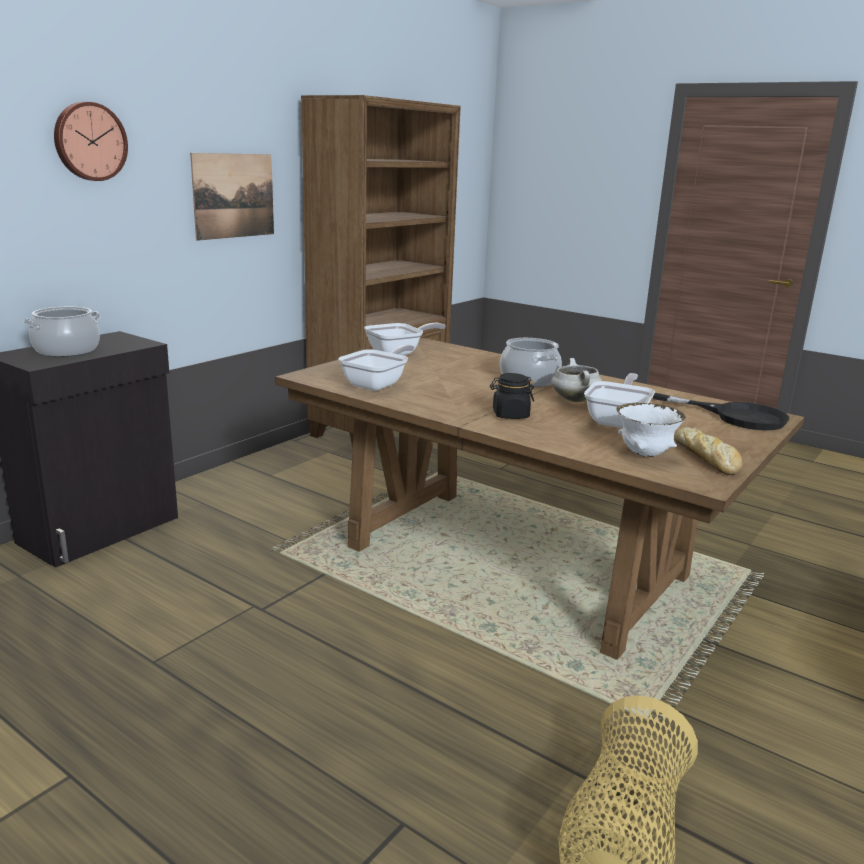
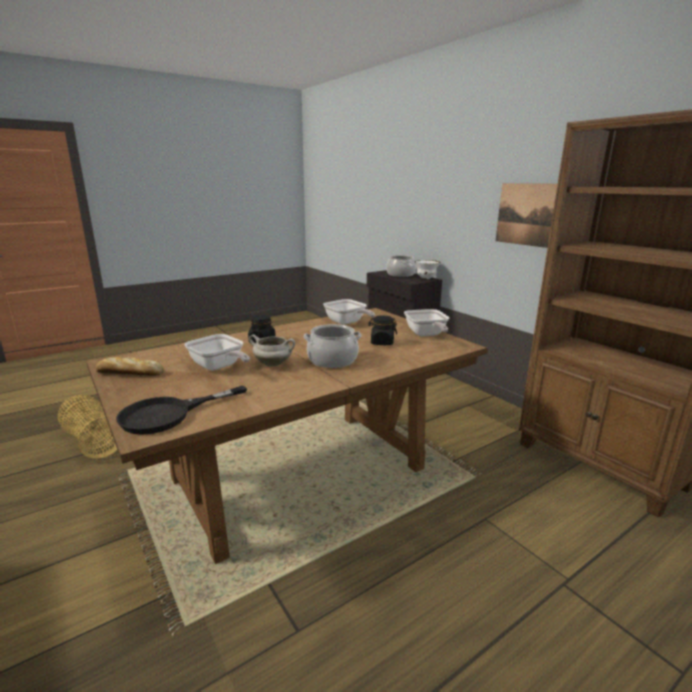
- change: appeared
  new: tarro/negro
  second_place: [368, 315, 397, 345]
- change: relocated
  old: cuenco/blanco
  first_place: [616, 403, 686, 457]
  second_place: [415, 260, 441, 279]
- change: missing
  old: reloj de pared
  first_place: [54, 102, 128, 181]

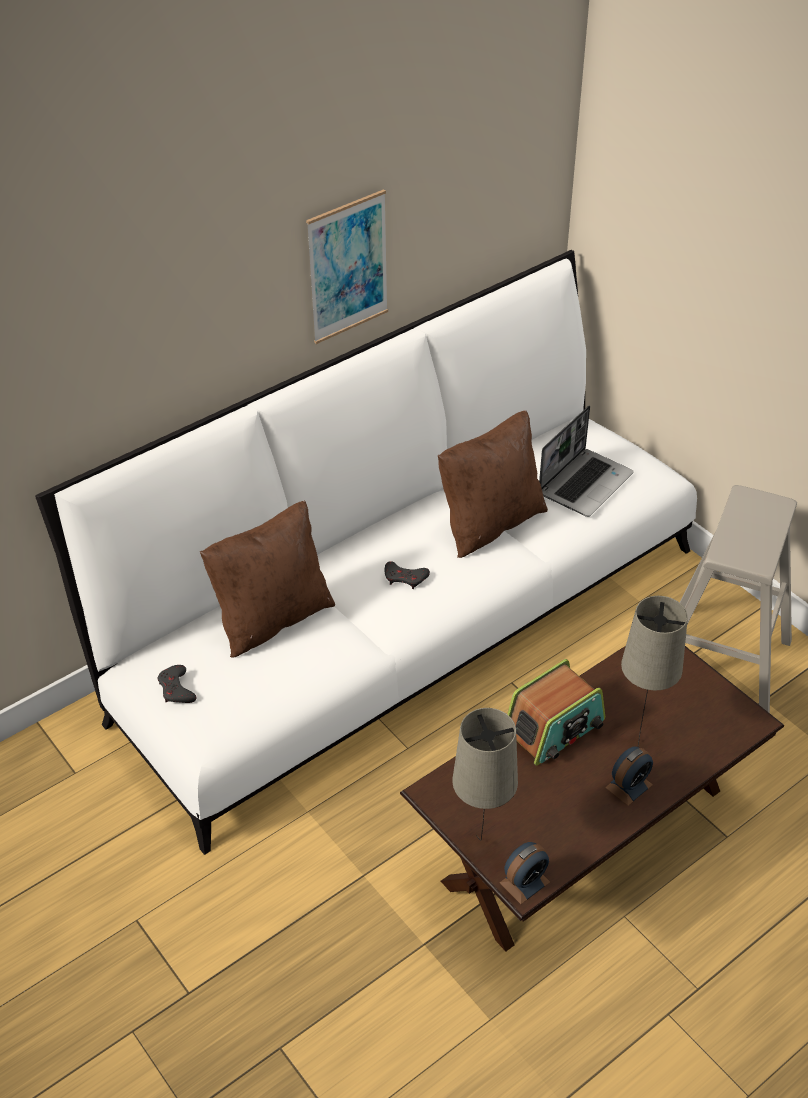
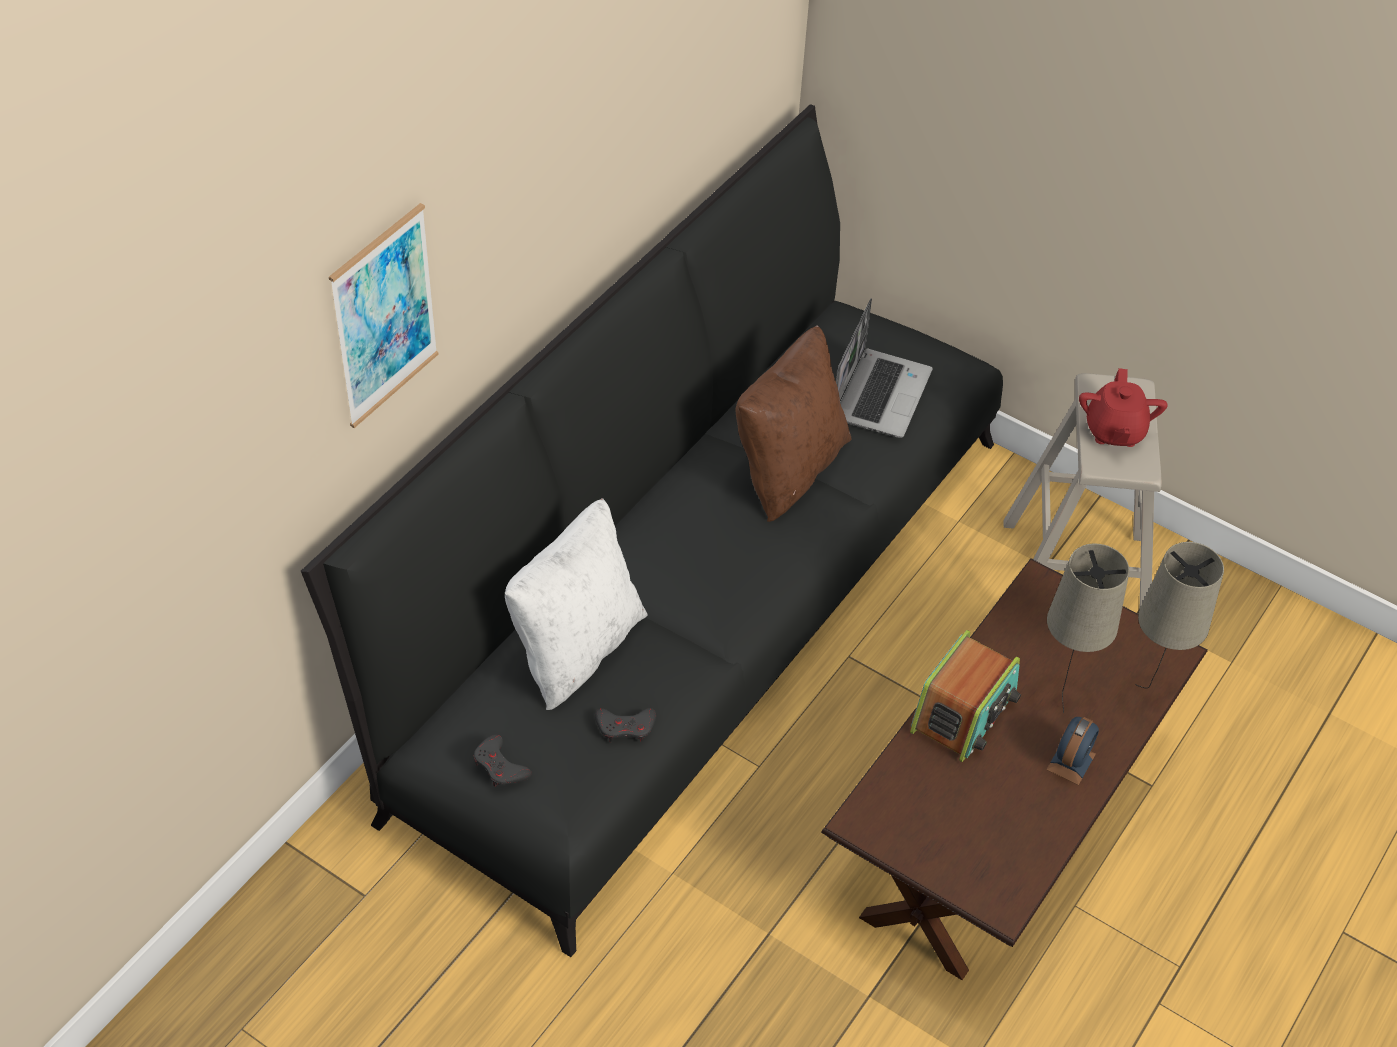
- change: colour
  old: sofá/blanco
  new: sofá/negro
  first_place: [35, 250, 697, 855]
  second_place: [301, 104, 1003, 957]
- change: relocated
  old: cuadro
  first_place: [306, 189, 388, 344]
  second_place: [329, 203, 439, 428]
- change: colour
  old: cojín/marrón
  new: cojín/blanco
  first_place: [200, 501, 335, 658]
  second_place: [505, 498, 647, 710]
- change: relocated
  old: mando de consola/gris
  first_place: [385, 561, 430, 589]
  second_place: [595, 708, 656, 742]
- change: appeared
  new: tetera/rojo
  second_place: [1079, 368, 1168, 447]
- change: relocated
  old: lámpara de mesa/beis
  first_place: [452, 708, 518, 840]
  second_place: [1135, 542, 1224, 688]
- change: missing
  old: despertador
  first_place: [500, 842, 550, 904]

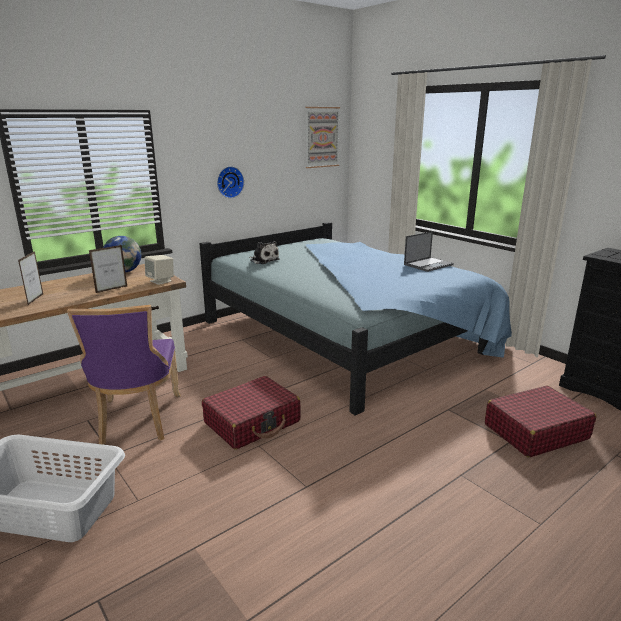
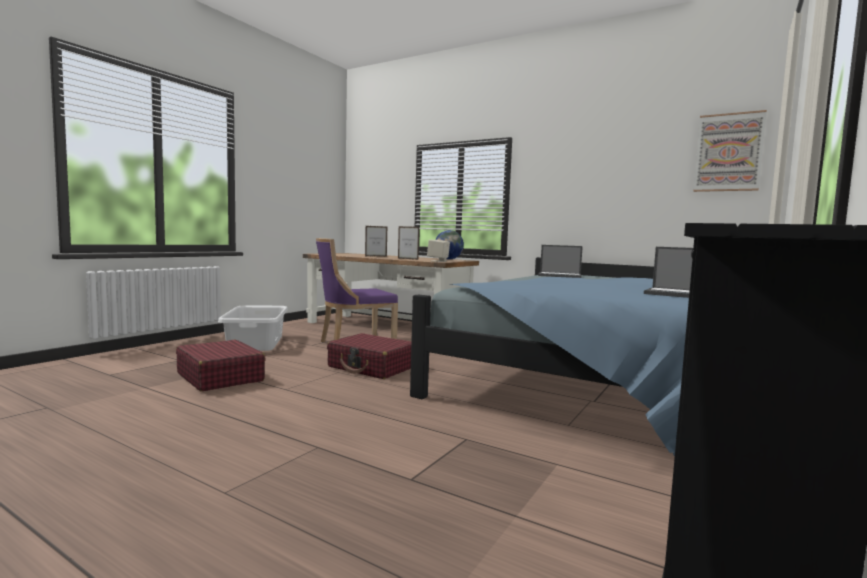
- change: relocated
  old: maleta/rojo
  first_place: [485, 385, 596, 457]
  second_place: [176, 340, 266, 392]
- change: exchanged
  old: peluche
  new: portátil
  first_place: [249, 241, 280, 264]
  second_place: [538, 245, 583, 278]
- change: missing
  old: reloj de pared
  first_place: [217, 166, 244, 198]

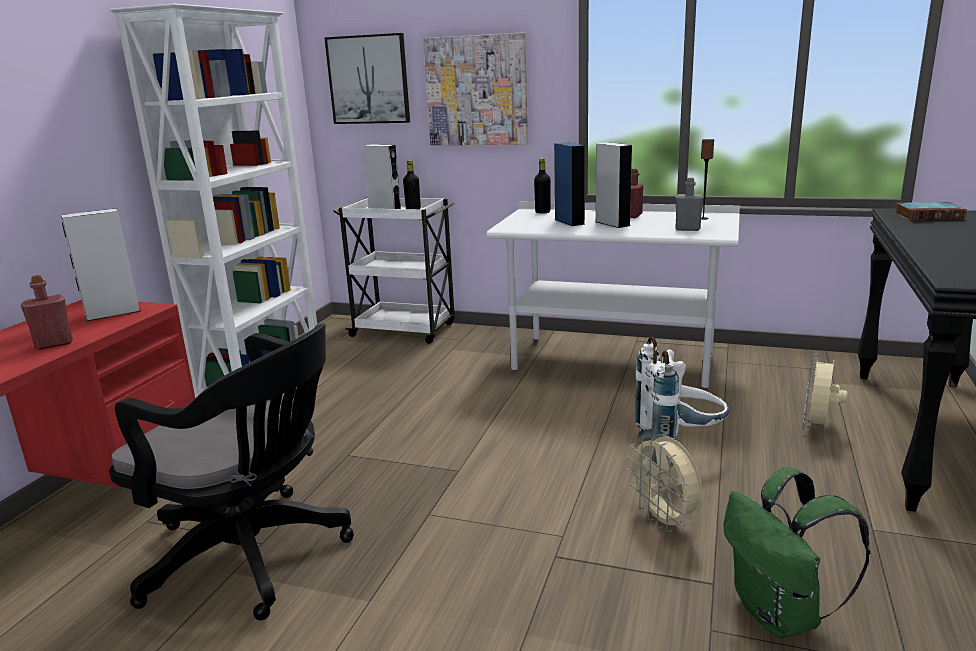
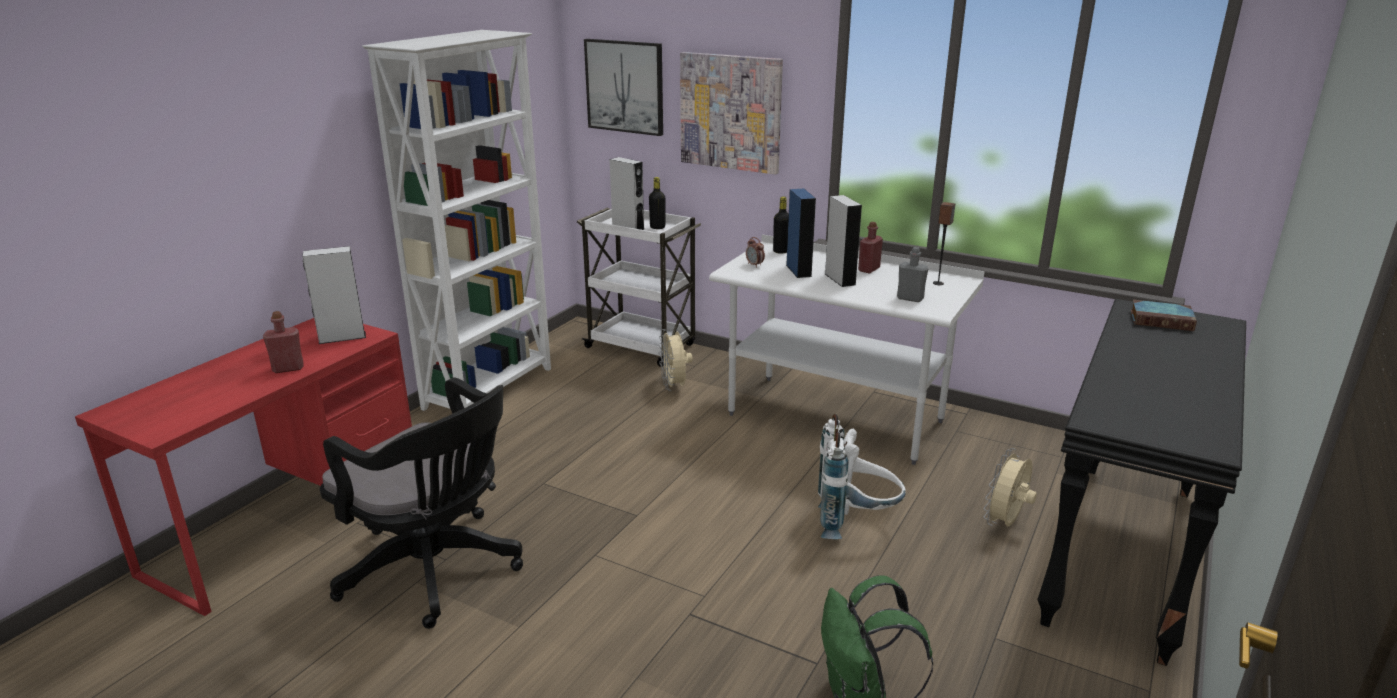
- change: relocated
  old: ventilador/beis
  first_place: [627, 435, 703, 532]
  second_place: [658, 329, 693, 391]
- change: appeared
  new: despertador
  second_place: [746, 237, 765, 267]

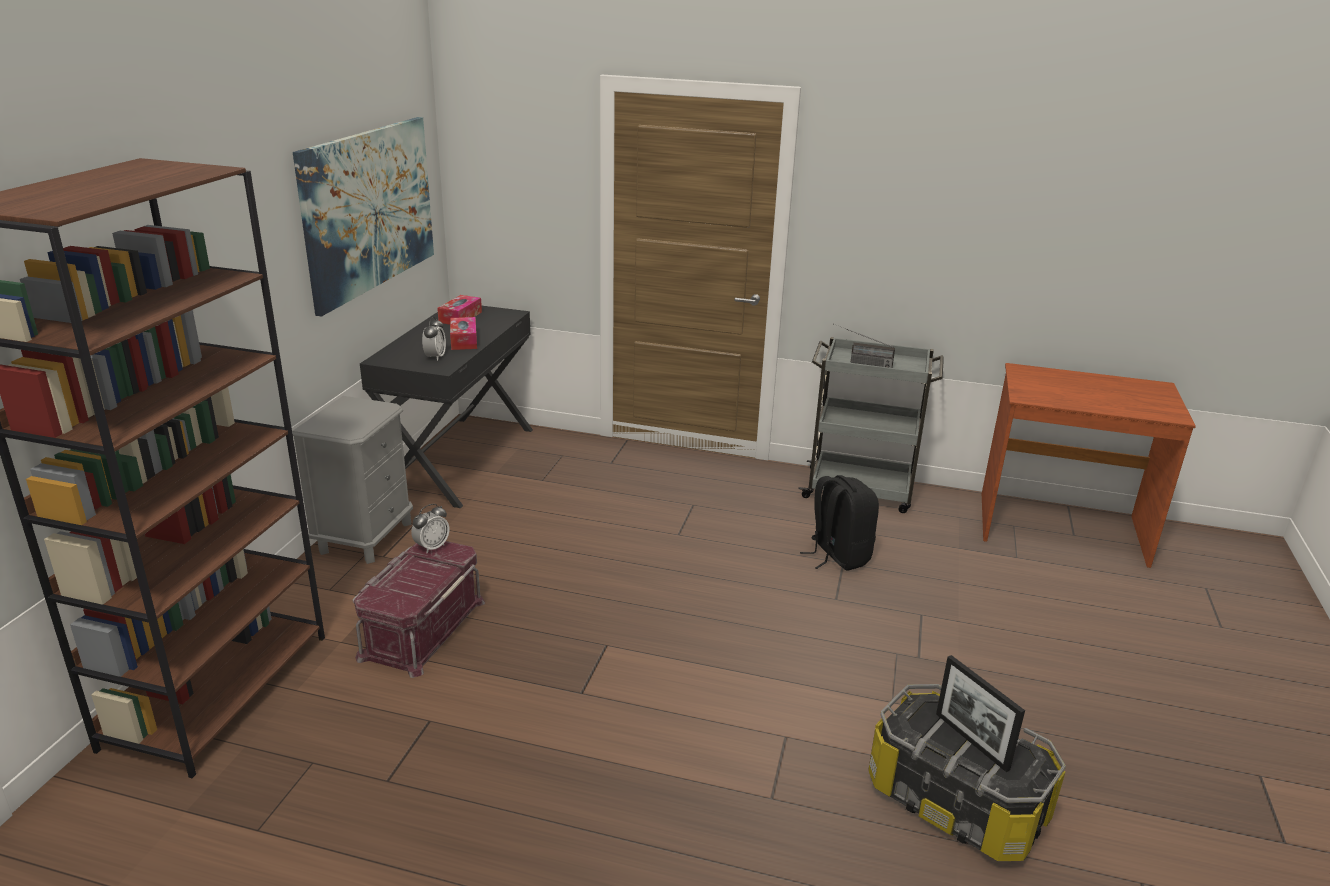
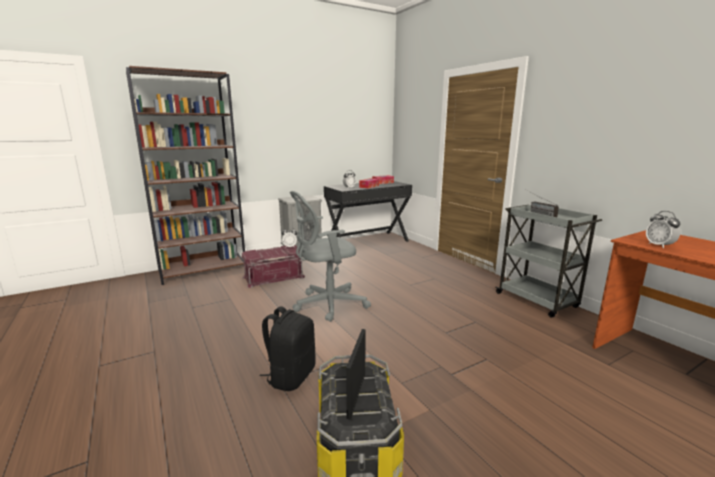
- change: relocated
  old: mochila/negro
  first_place: [800, 475, 879, 571]
  second_place: [260, 306, 316, 391]
- change: appeared
  new: silla de oficina/gris
  second_place: [290, 191, 371, 322]
- change: appeared
  new: despertador
  second_place: [646, 211, 681, 248]
- change: missing
  old: cuadro
  first_place: [293, 117, 434, 317]

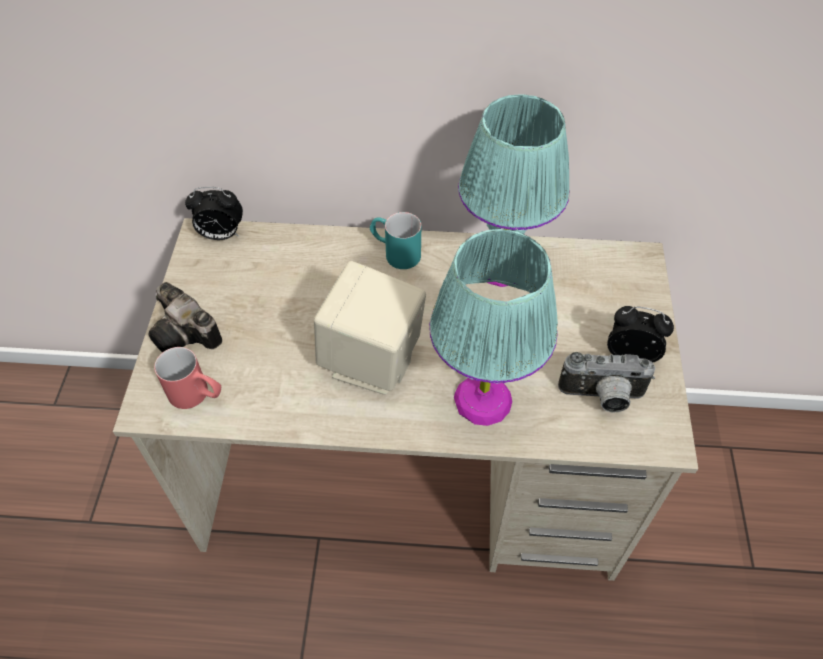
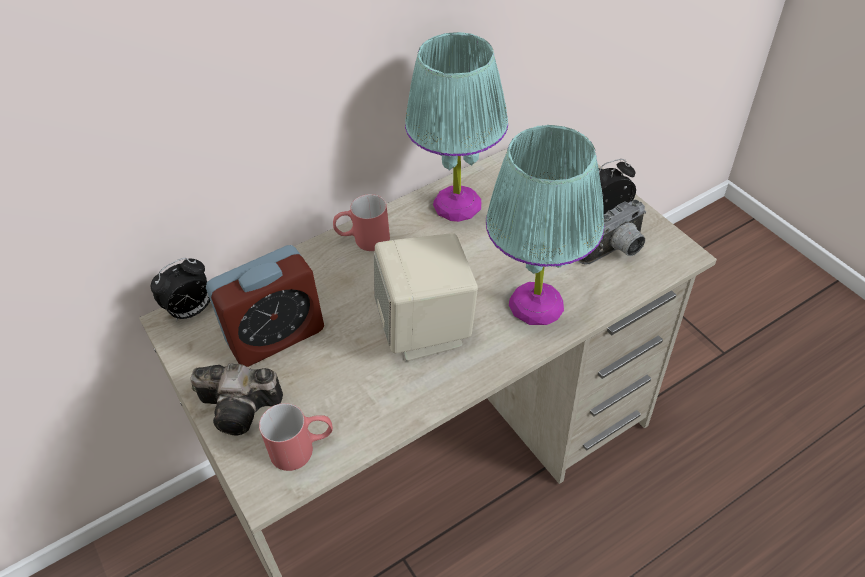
- change: appeared
  new: despertador
  second_place: [206, 245, 324, 367]
- change: colour
  old: taza grande/turquesa
  new: taza grande/rojo
  first_place: [370, 212, 421, 269]
  second_place: [333, 194, 390, 251]

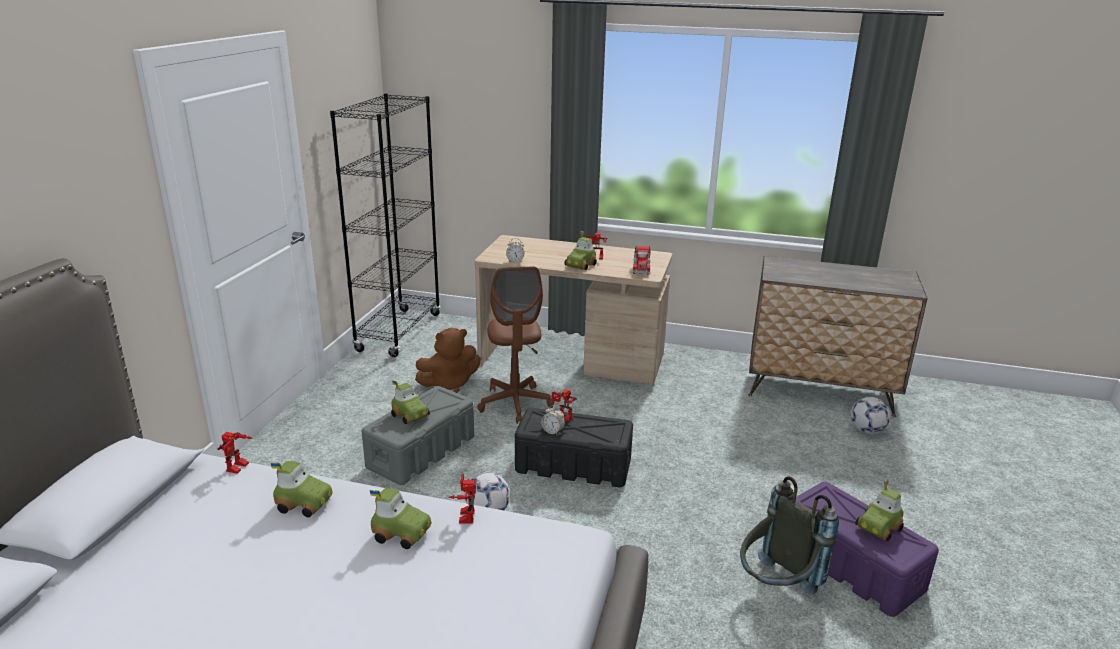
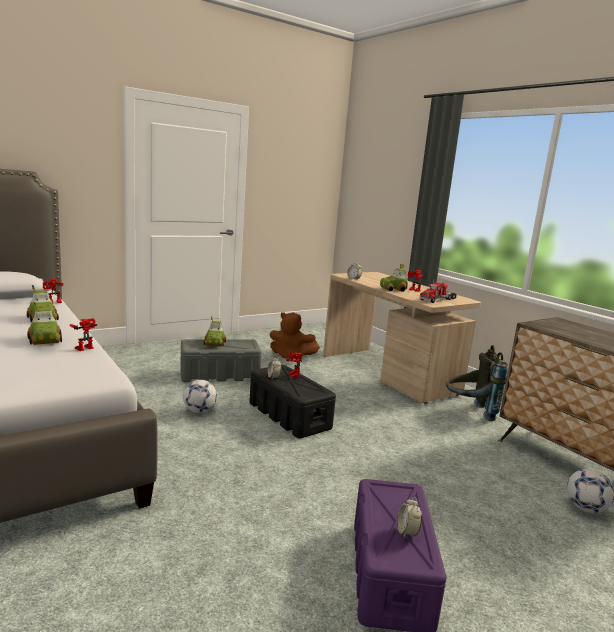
- change: exchanged
  old: coche de juguete
  new: despertador
  first_place: [855, 479, 904, 541]
  second_place: [397, 497, 422, 539]
- change: relocated
  old: mochila/gris
  first_place: [740, 476, 839, 594]
  second_place: [446, 345, 508, 421]
- change: missing
  old: estantería/negro
  first_place: [330, 93, 441, 357]
- change: missing
  old: silla de oficina/marrón
  first_place: [477, 267, 554, 424]

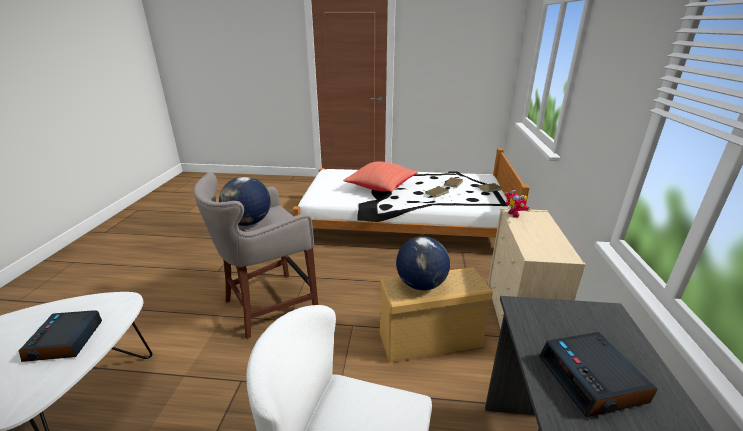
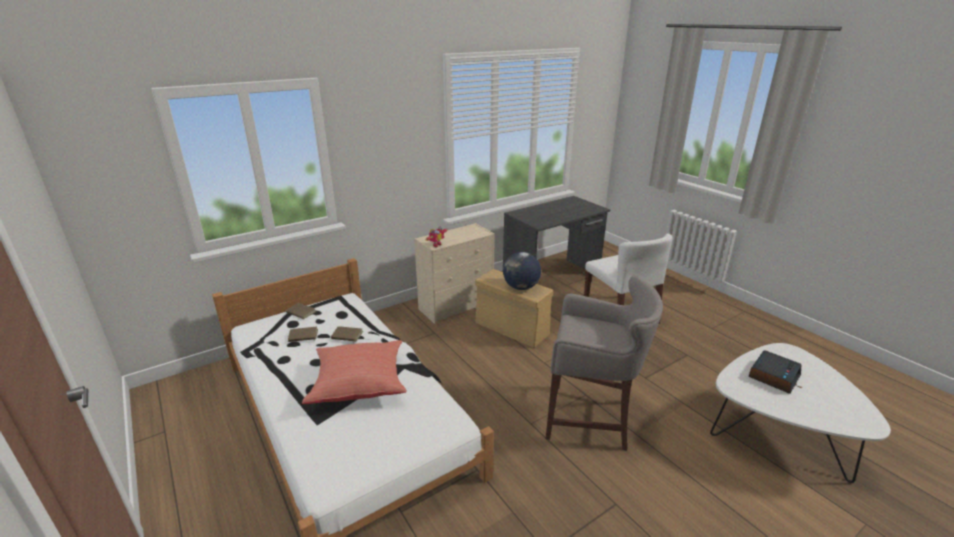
- change: missing
  old: globo terráqueo
  first_place: [219, 177, 271, 226]
- change: missing
  old: despertador
  first_place: [539, 332, 657, 417]

